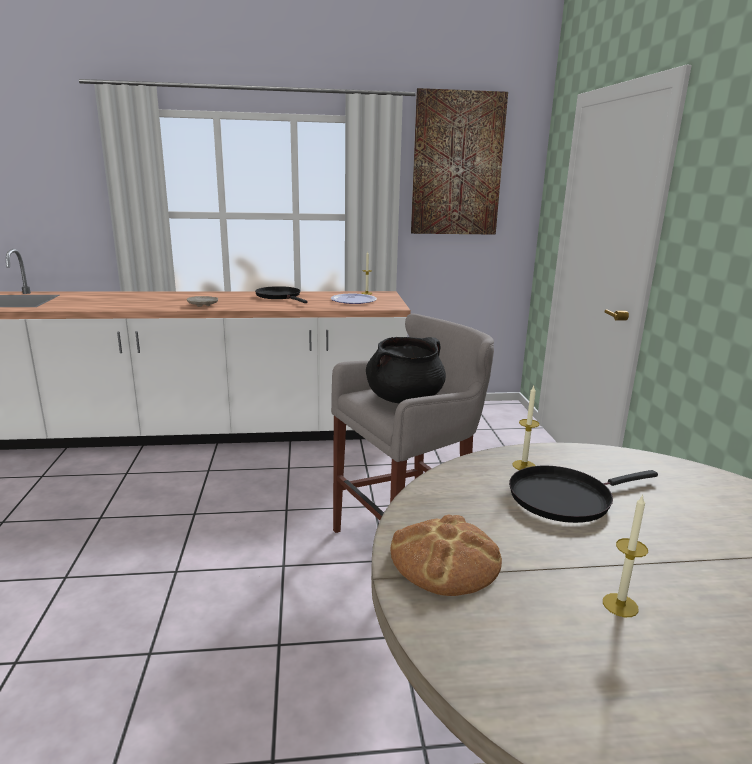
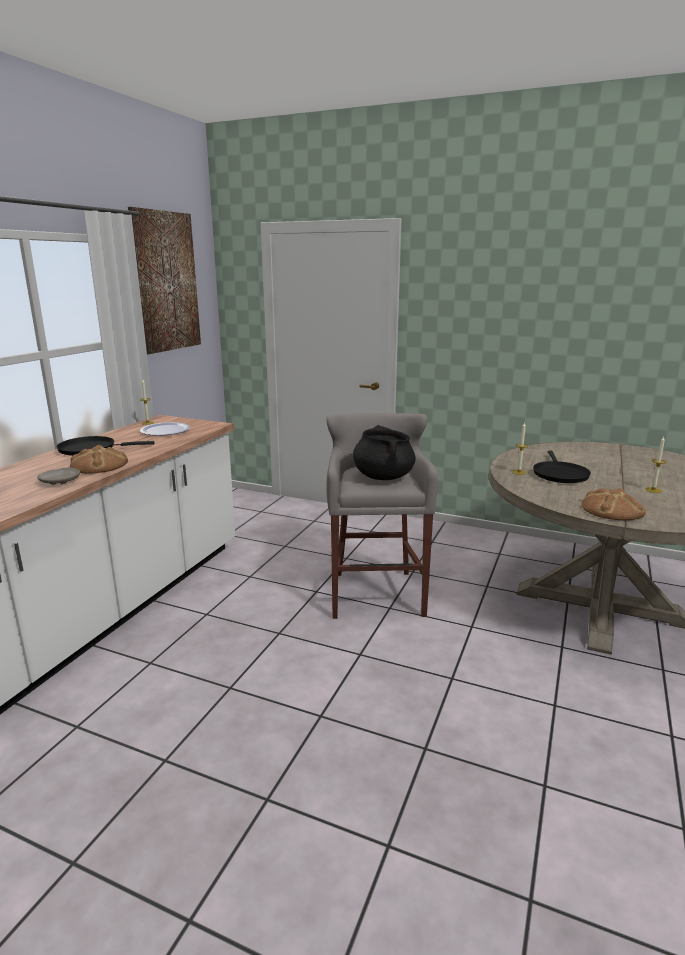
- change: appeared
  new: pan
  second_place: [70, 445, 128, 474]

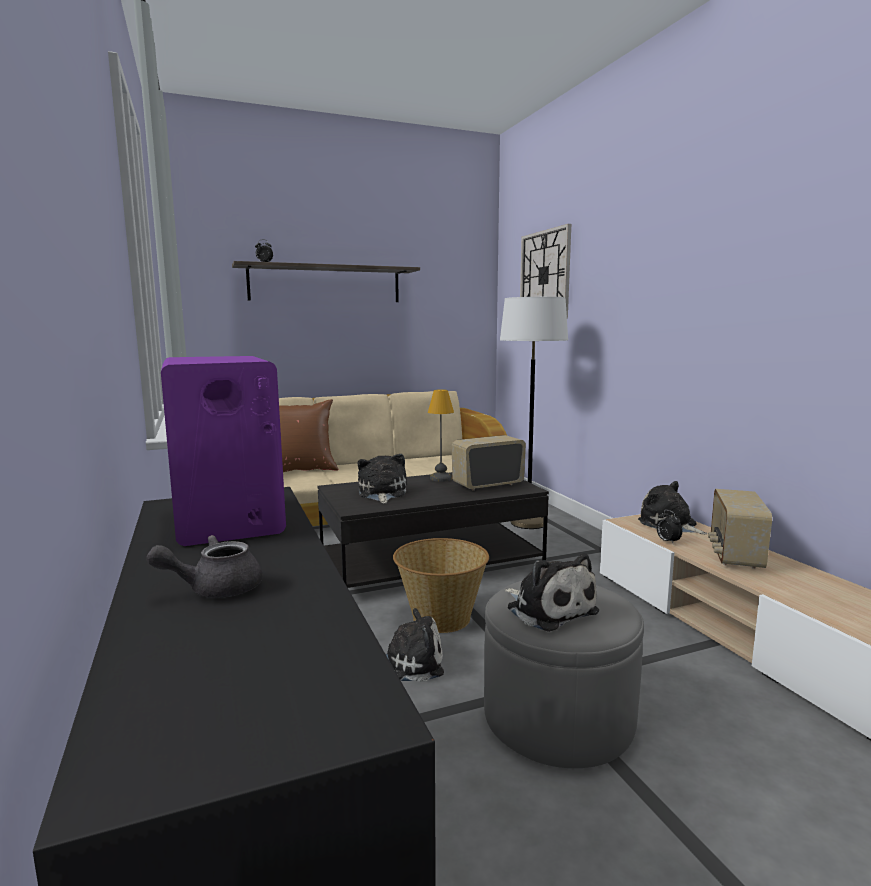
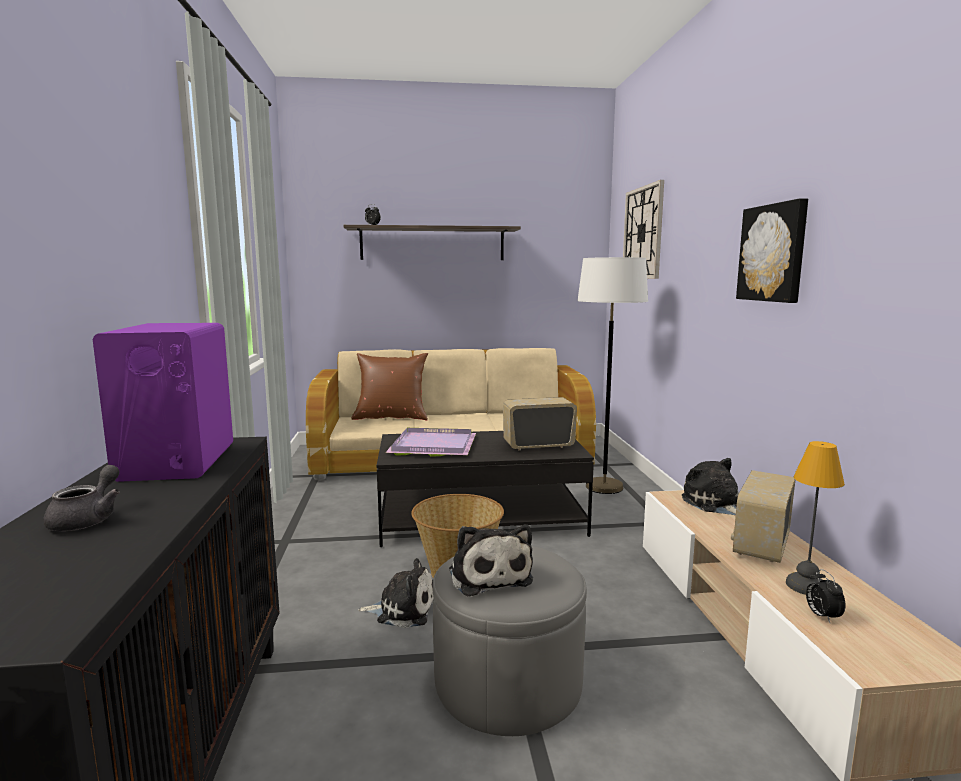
- change: spun
  old: tetera/gris
  first_place: [146, 535, 262, 598]
  second_place: [43, 465, 120, 531]
  degrees: 105
- change: exchanged
  old: peluche
  new: bandeja/morado
  first_place: [358, 454, 407, 504]
  second_place: [385, 428, 476, 457]
- change: appeared
  new: cuadro
  second_place: [736, 198, 808, 303]
- change: relocated
  old: lámpara de mesa
  first_place: [428, 389, 454, 482]
  second_place: [786, 441, 845, 595]
- change: relocated
  old: despertador
  first_place: [657, 510, 682, 545]
  second_place: [806, 569, 846, 623]

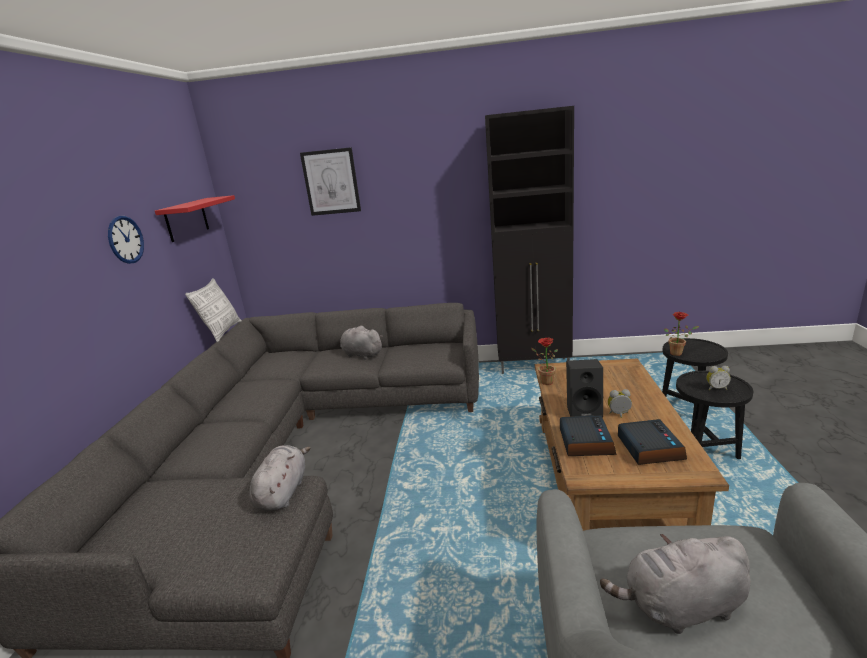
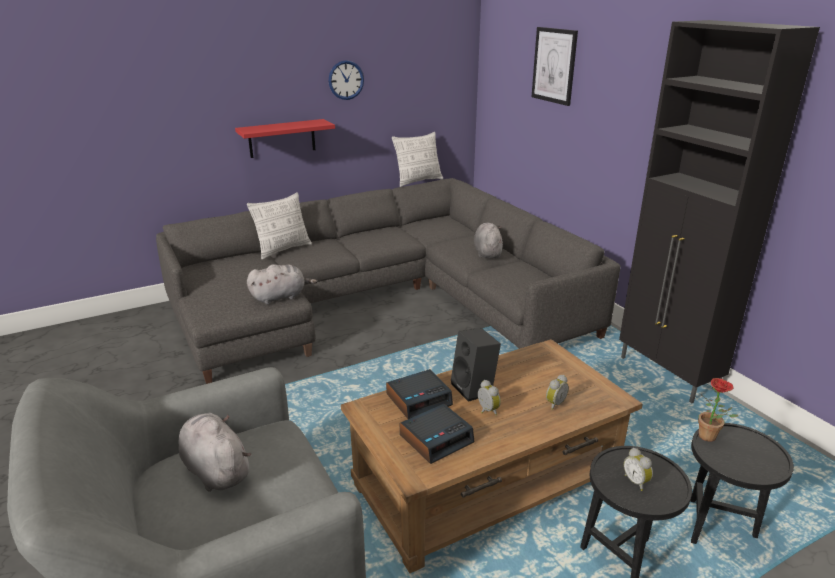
- change: relocated
  old: estante/rojo
  first_place: [155, 195, 235, 242]
  second_place: [235, 119, 335, 158]
- change: appeared
  new: cojín
  second_place: [247, 192, 312, 260]
- change: appeared
  new: despertador
  second_place: [546, 375, 569, 410]
- change: missing
  old: planta en maceta
  first_place: [532, 338, 558, 385]

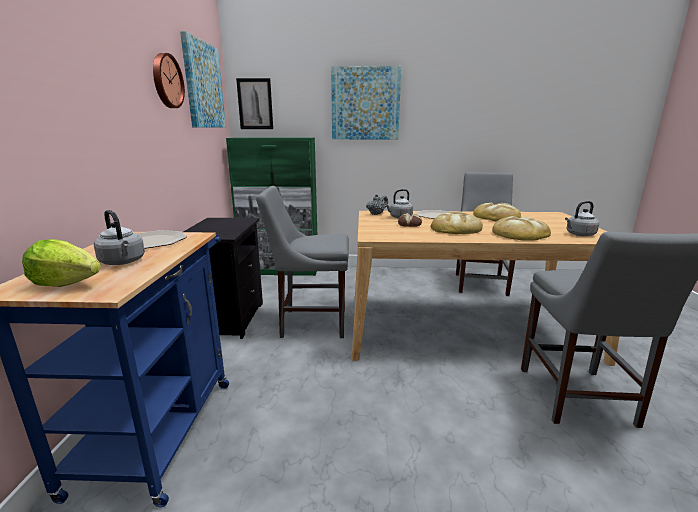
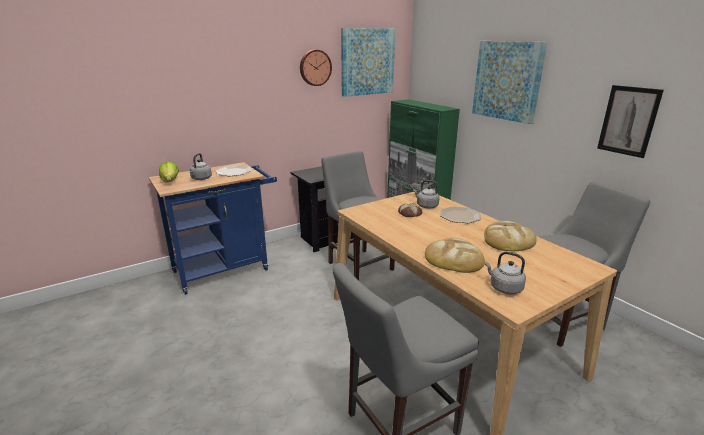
- change: relocated
  old: cuadro
  first_place: [236, 78, 273, 129]
  second_place: [597, 85, 664, 158]
- change: missing
  old: pan
  first_place: [431, 212, 483, 234]

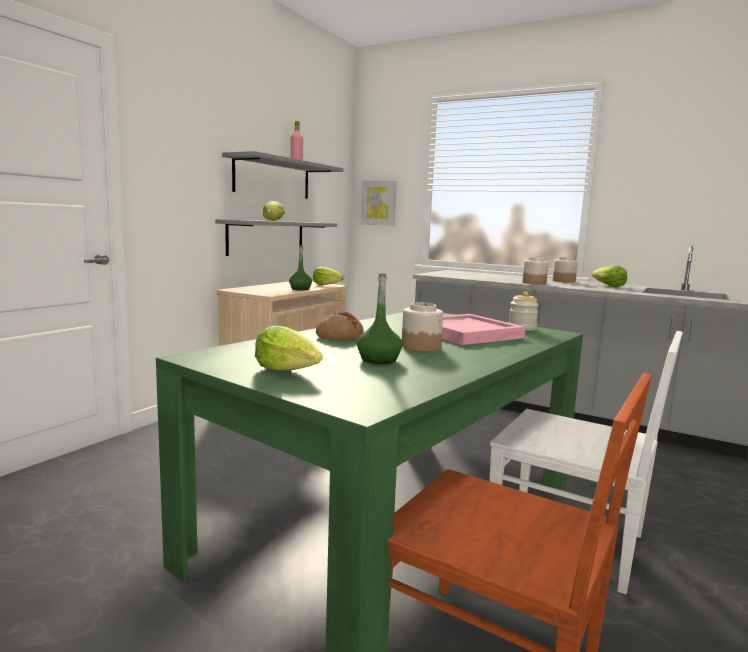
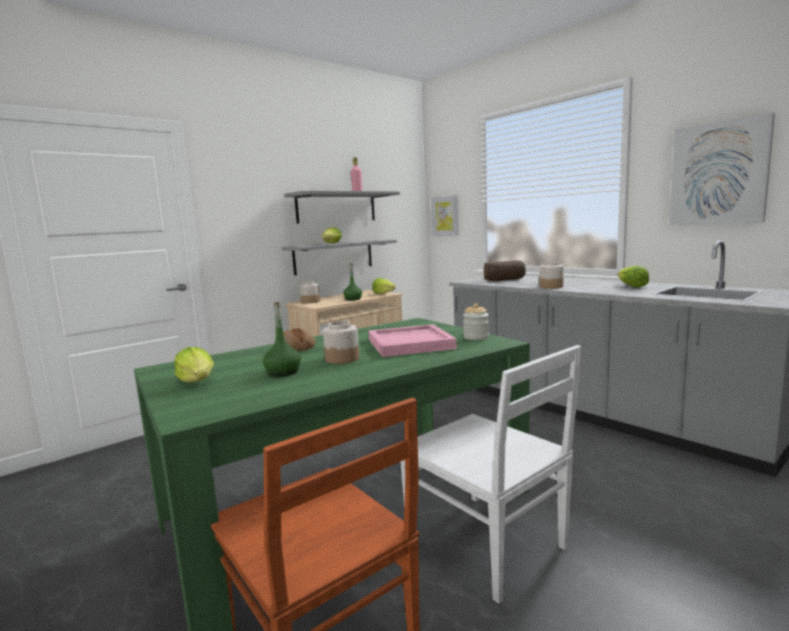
- change: relocated
  old: tarro
  first_place: [553, 257, 578, 283]
  second_place: [300, 281, 320, 303]
- change: appeared
  new: pan
  second_place: [484, 260, 526, 281]
- change: appeared
  new: cuadro
  second_place: [669, 113, 775, 225]

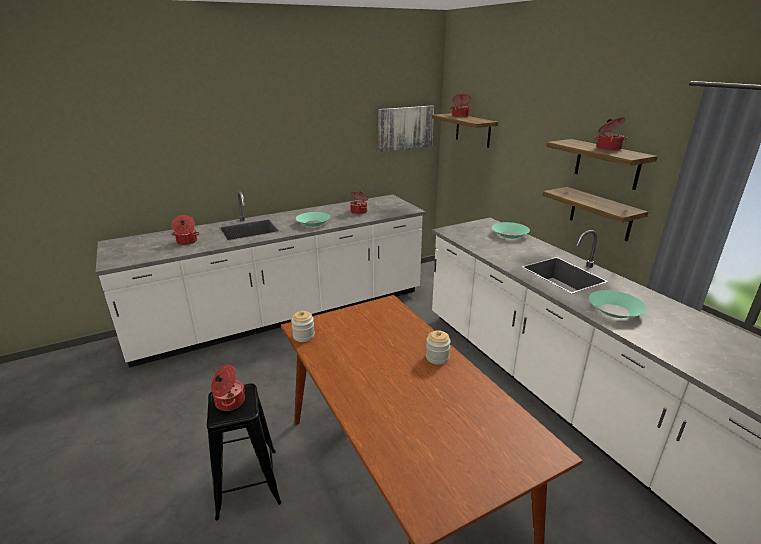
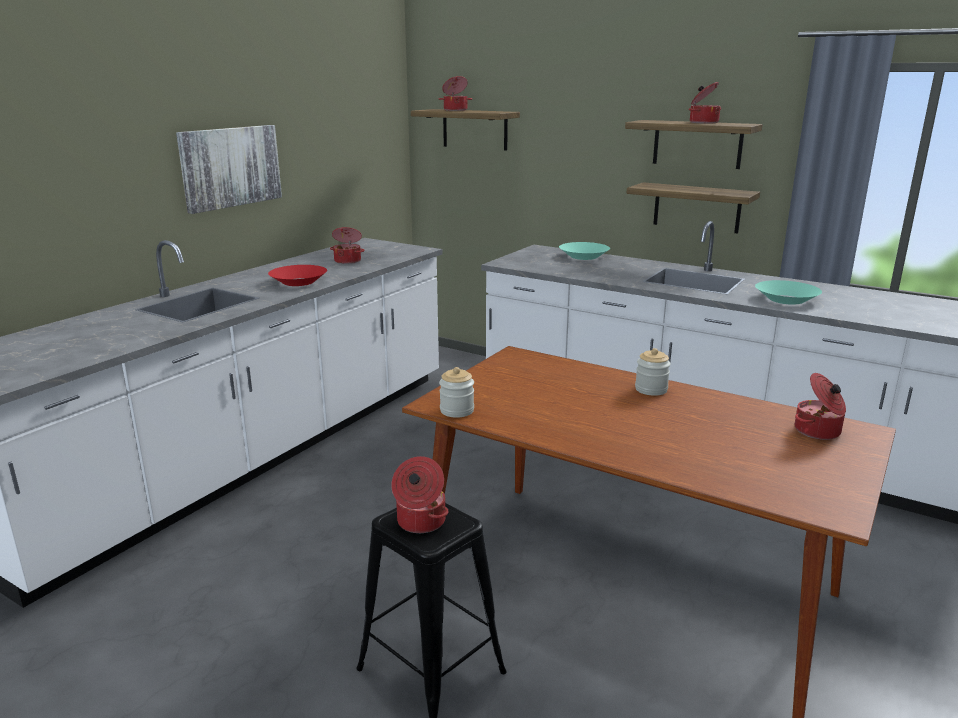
- change: relocated
  old: cuadro
  first_place: [379, 105, 434, 152]
  second_place: [176, 125, 282, 214]
- change: colour
  old: cuenco/turquesa
  new: cuenco/rojo
  first_place: [296, 212, 330, 227]
  second_place: [268, 265, 327, 286]
- change: relocated
  old: olla
  first_place: [171, 215, 200, 245]
  second_place: [795, 373, 846, 440]

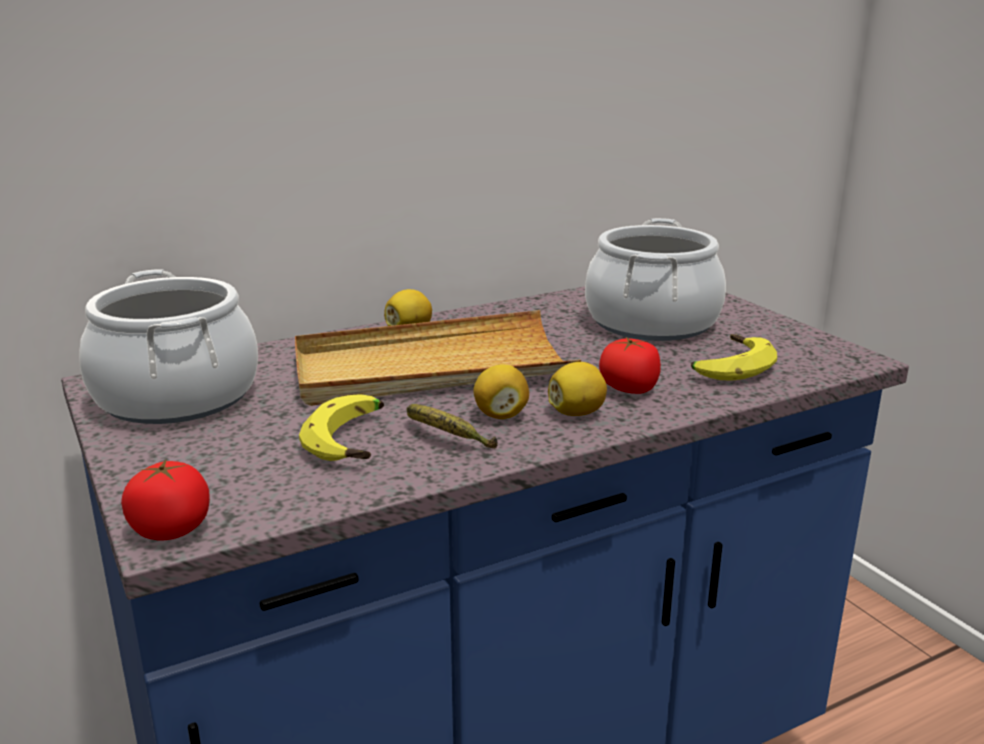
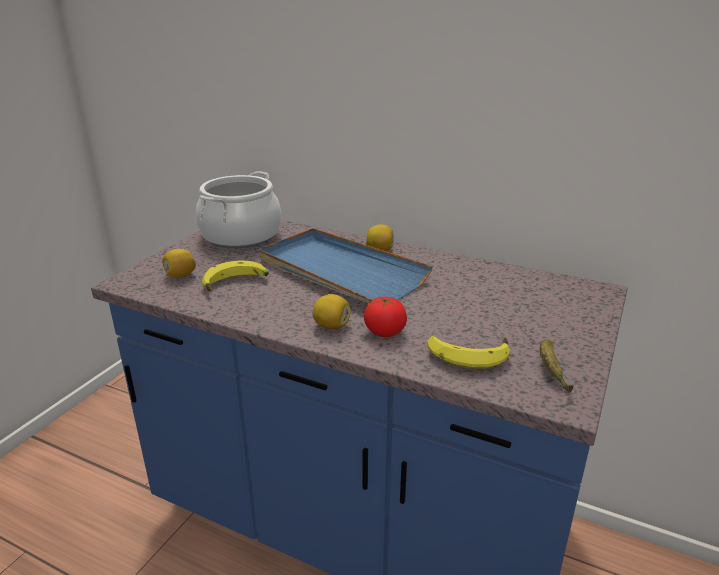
- change: relocated
  old: limón
  first_place: [473, 364, 529, 419]
  second_place: [162, 249, 196, 278]
- change: colour
  old: bandeja/beis
  new: bandeja/azul
  first_place: [295, 310, 581, 406]
  second_place: [259, 228, 433, 303]
- change: relocated
  old: plátano
  first_place: [407, 404, 497, 449]
  second_place: [540, 339, 573, 392]
- change: missing
  old: tomate
  first_place: [121, 460, 210, 540]
- change: missing
  old: olla
  first_place: [585, 218, 726, 341]

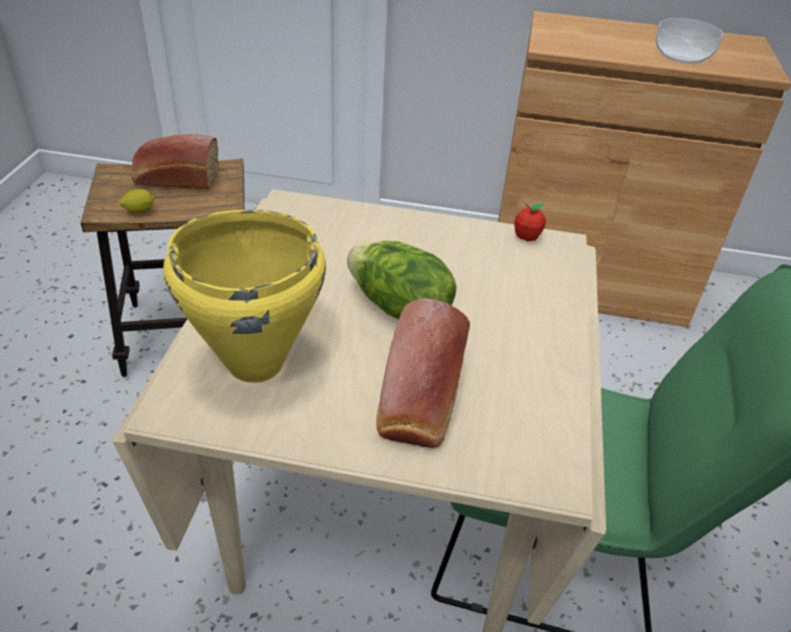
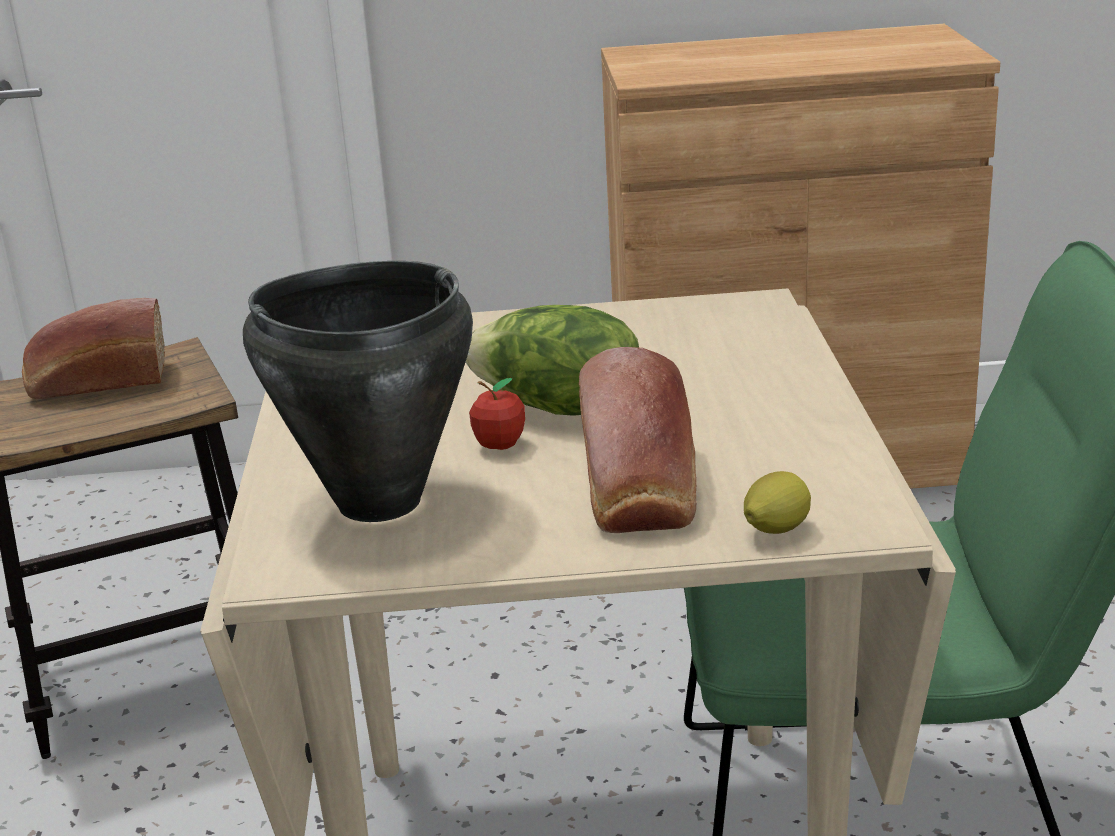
- change: colour
  old: olla/amarillo
  new: olla/negro
  first_place: [163, 210, 326, 383]
  second_place: [243, 261, 473, 522]
- change: relocated
  old: manzana
  first_place: [514, 203, 546, 241]
  second_place: [469, 378, 525, 450]
- change: relocated
  old: limón
  first_place: [119, 188, 155, 214]
  second_place: [744, 471, 811, 534]
- change: missing
  old: cuenco
  first_place: [656, 18, 723, 64]

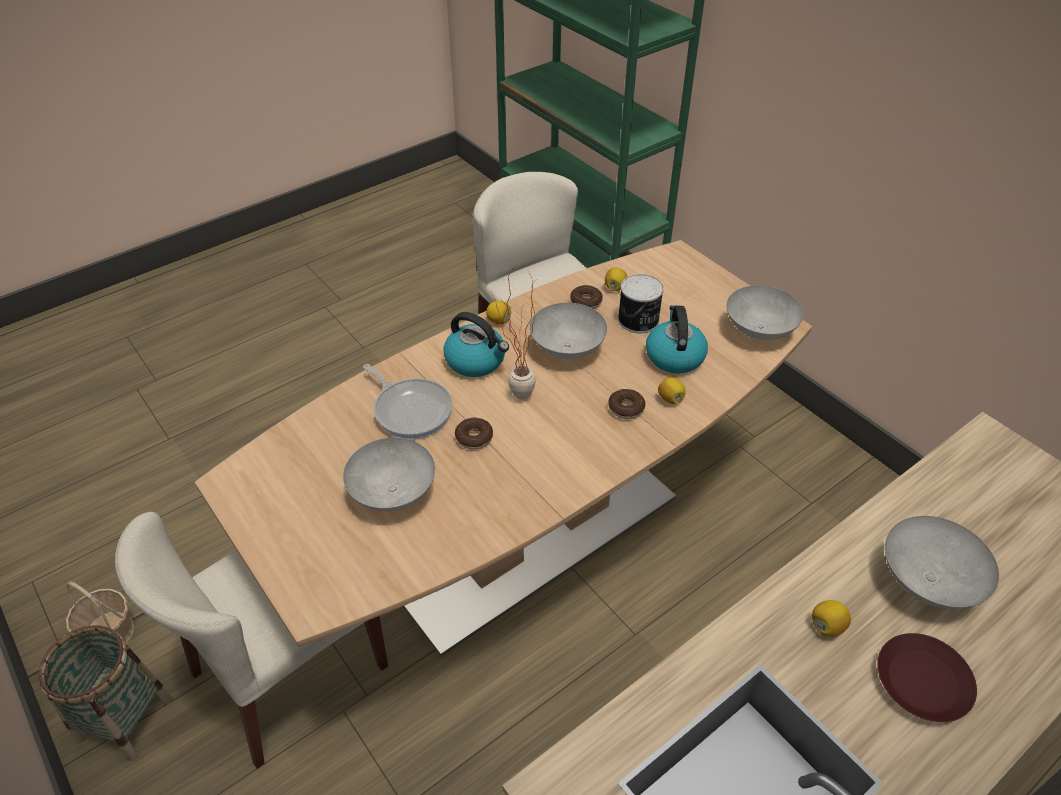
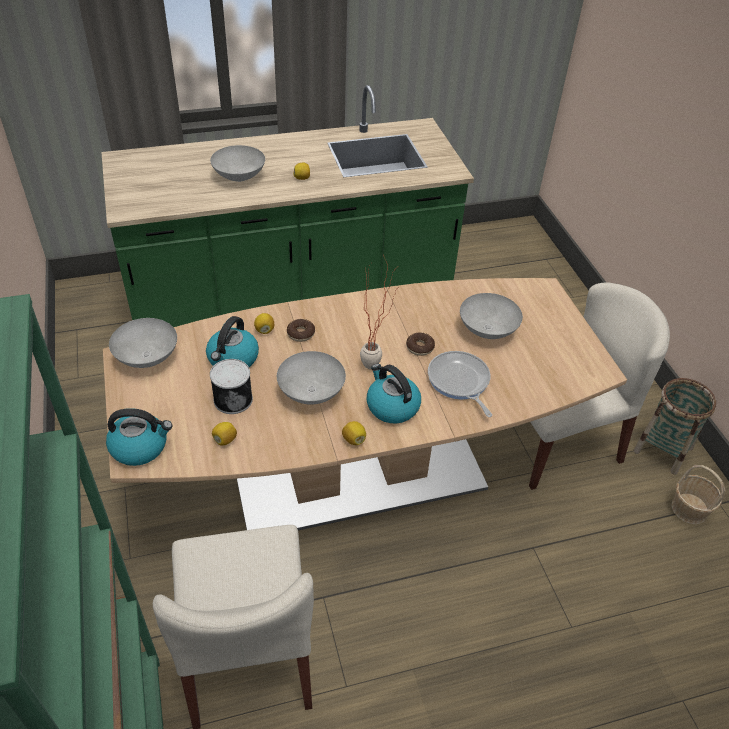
- change: appeared
  new: hervidor
  second_place: [106, 408, 173, 466]
- change: missing
  old: rosquilla
  first_place: [570, 285, 603, 309]
- change: missing
  old: plato/marrón
  first_place: [877, 633, 977, 722]

